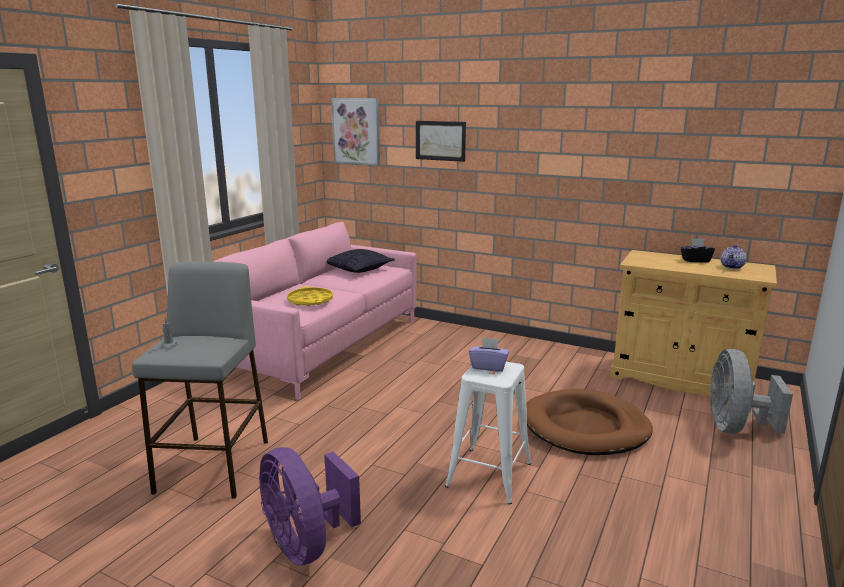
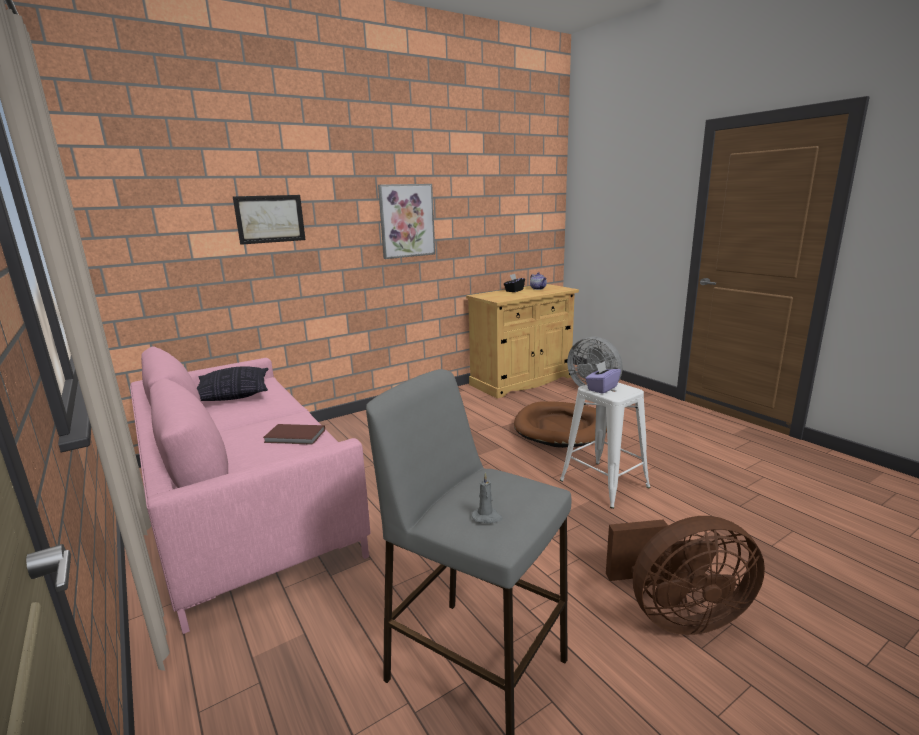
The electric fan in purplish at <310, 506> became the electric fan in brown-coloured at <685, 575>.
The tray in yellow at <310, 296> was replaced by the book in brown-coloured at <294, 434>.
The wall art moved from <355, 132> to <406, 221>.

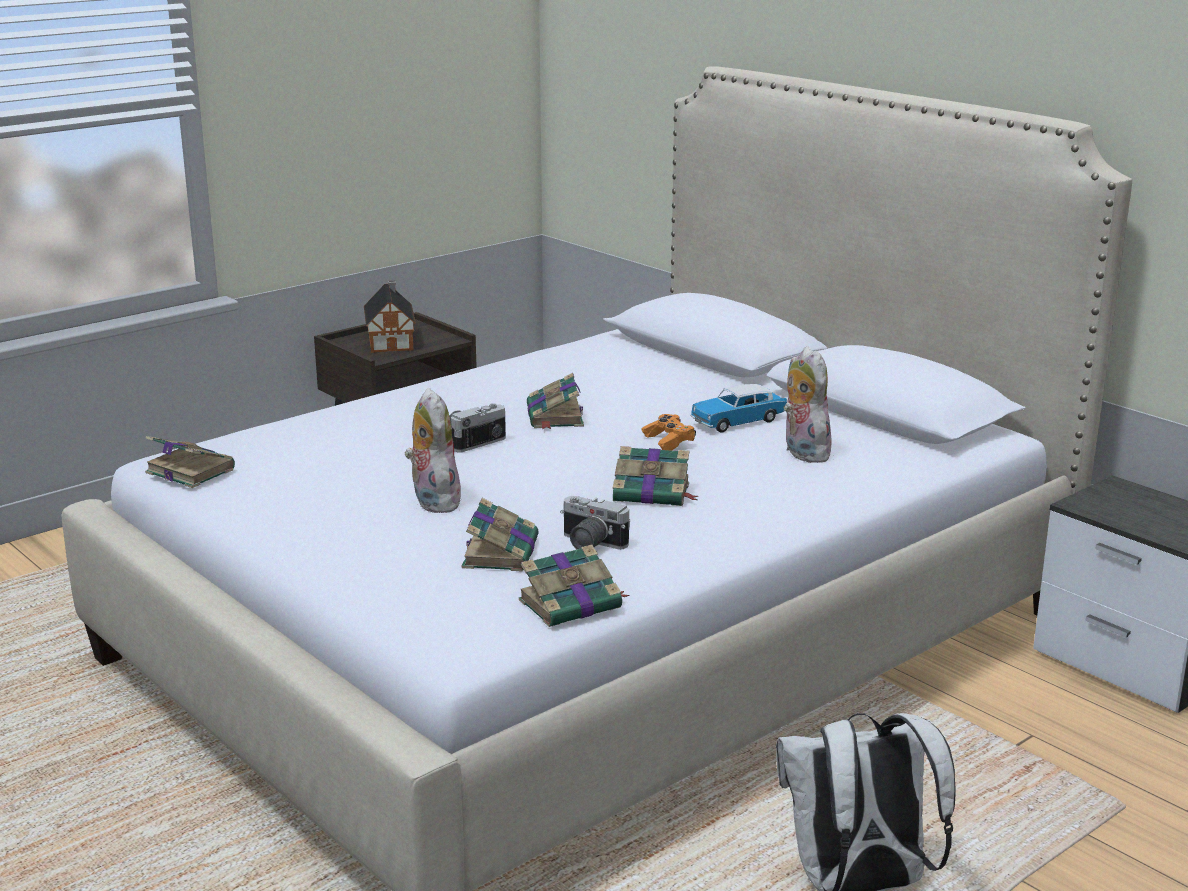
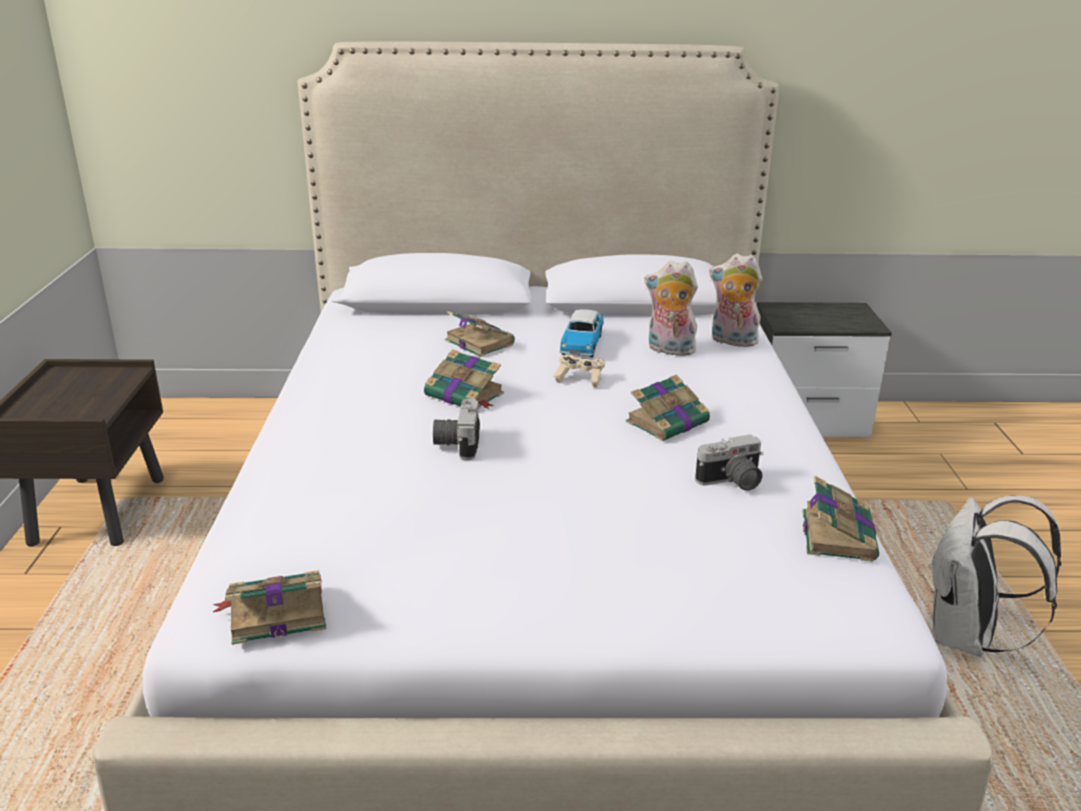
The toy house at <390, 317> disappeared.
The soft toy moved from <434, 450> to <736, 300>.
The book moved from <500, 535> to <480, 334>.
The game controller in orangey at <669, 432> became the game controller in beige-coloured at <579, 371>.

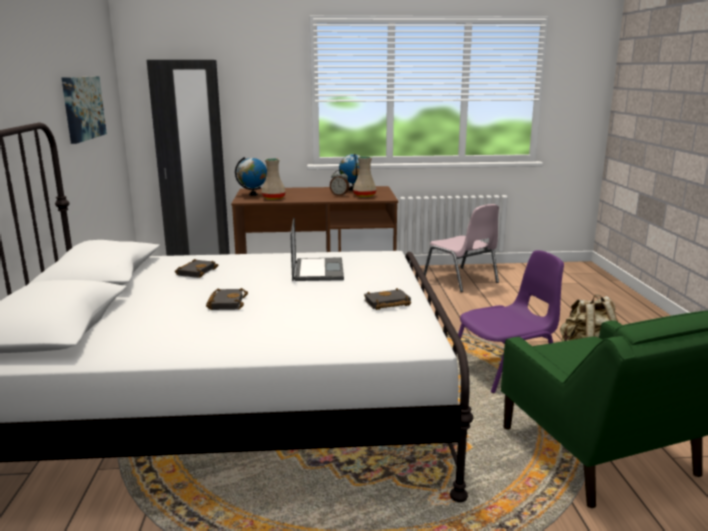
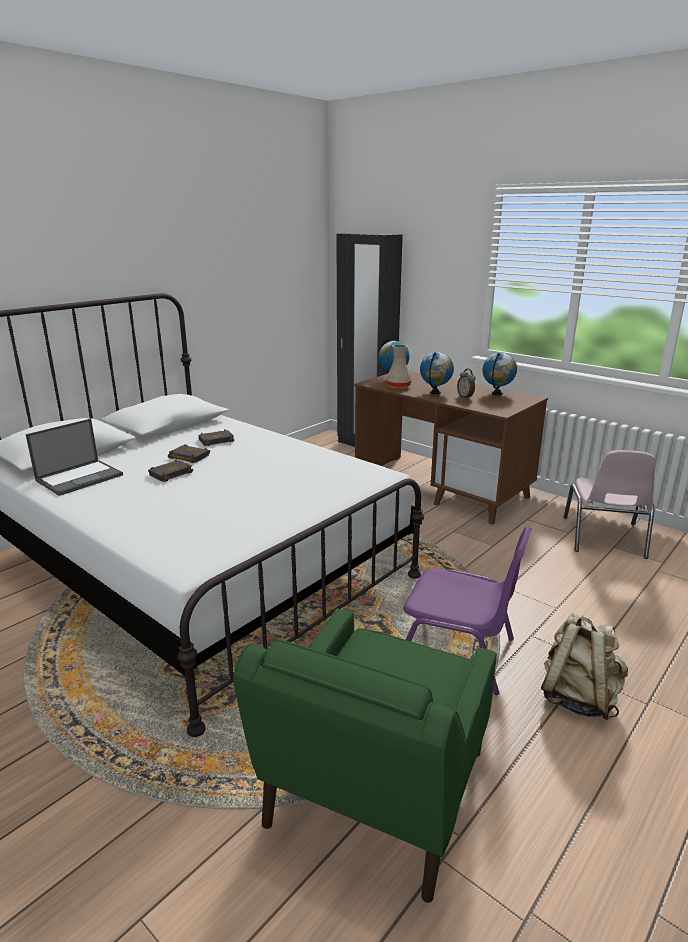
The wall art at <84, 110> disappeared.
The laptop moved from <317, 249> to <74, 457>.
The flower vase in beige-coloured at <365, 177> disappeared.
The book in black-coloured moved from <387, 299> to <189, 453>.
The desk globe at <437, 373> appeared.

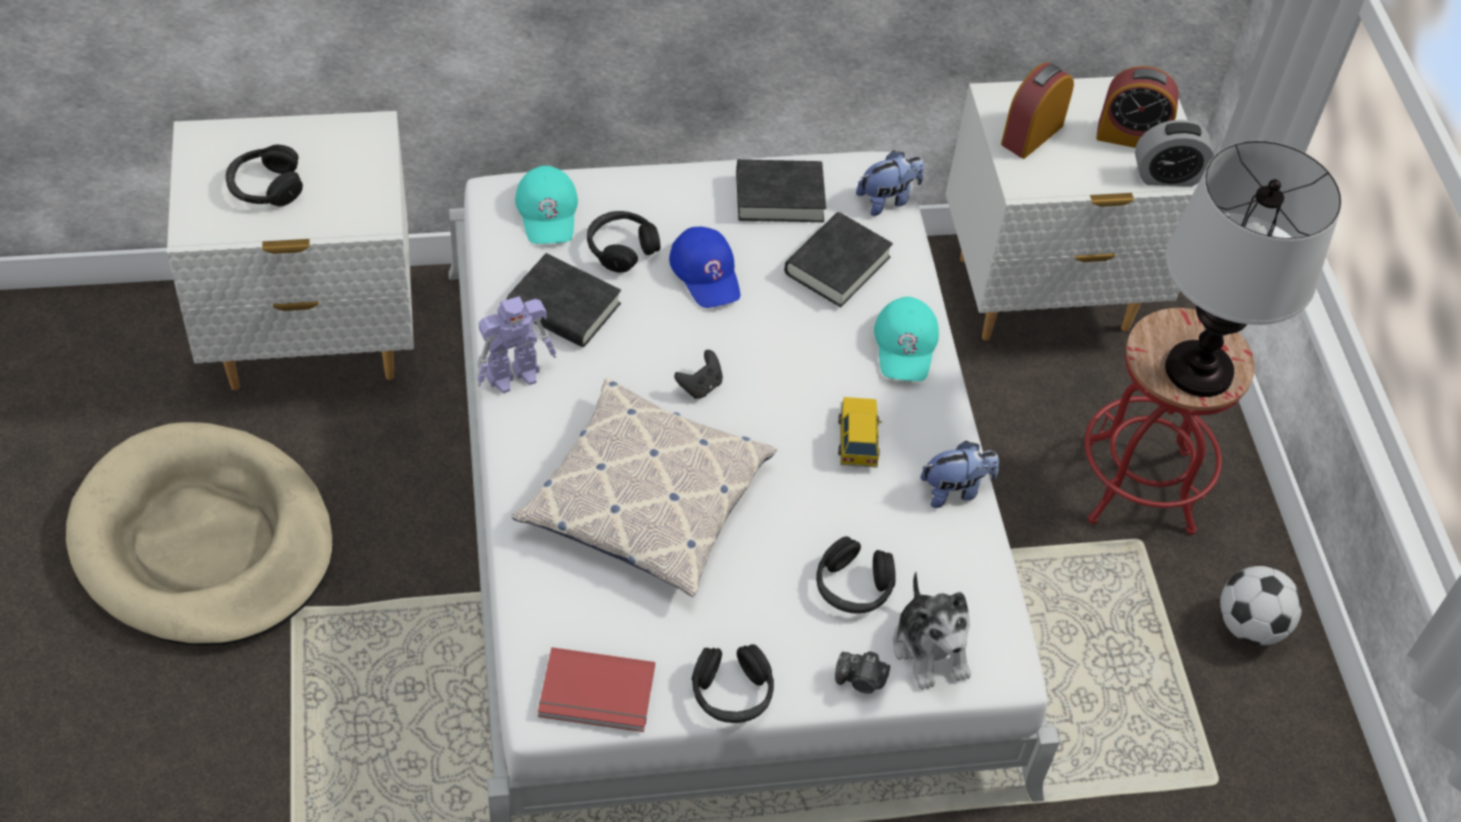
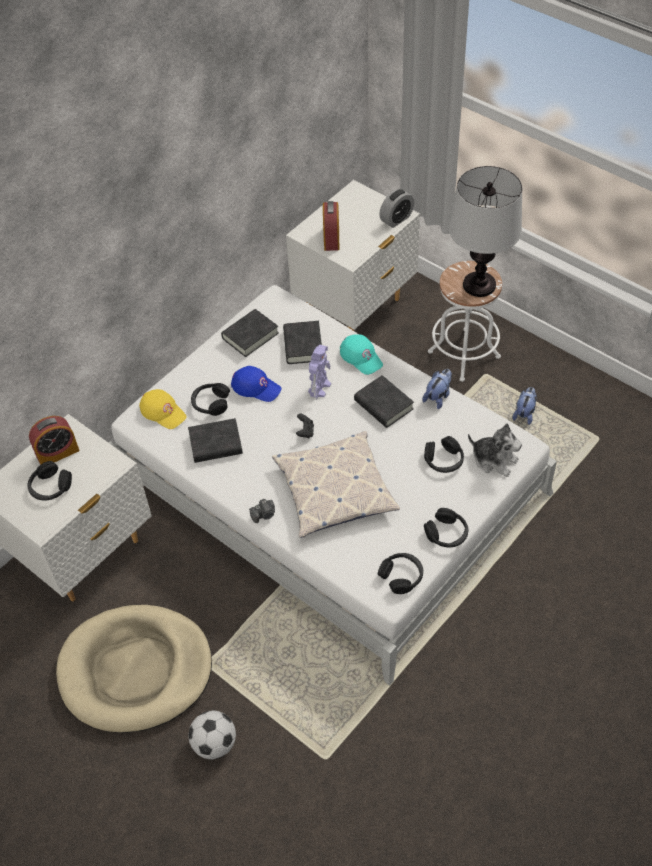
The robot figure moved from <516, 344> to <319, 372>.
The cap in turquoise at <546, 205> became the cap in yellow at <163, 409>.
The book in red at <596, 689> was replaced by the headphones in black-coloured at <400, 573>.
The photo camera moved from <862, 672> to <262, 511>.
The model car at <860, 432> was replaced by the book in black-coloured at <384, 401>.
The soft toy moved from <890, 183> to <525, 406>.
The sitting stool in red at <1170, 421> became the sitting stool in white-coloured at <465, 321>.
The bedside clock moved from <1137, 107> to <54, 440>.
The ball for football moved from <1261, 605> to <212, 735>.

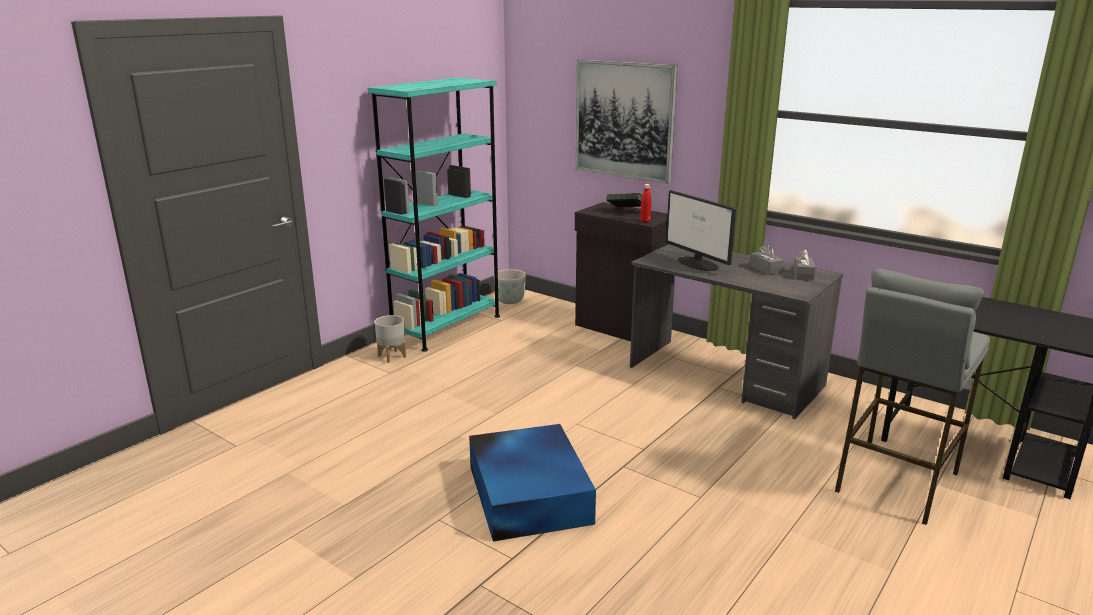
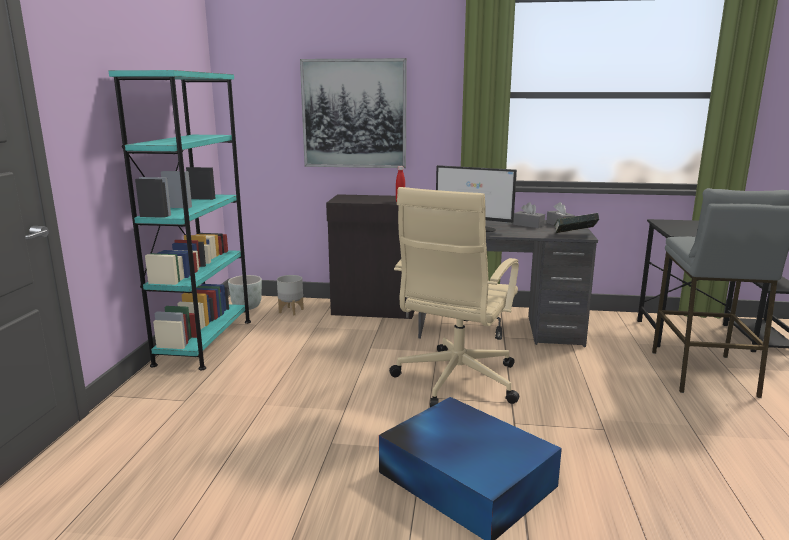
The flower pot in gray moved from <390, 339> to <290, 295>.
The book moved from <624, 200> to <576, 223>.
The office chair in beige-coloured at <454, 297> appeared.

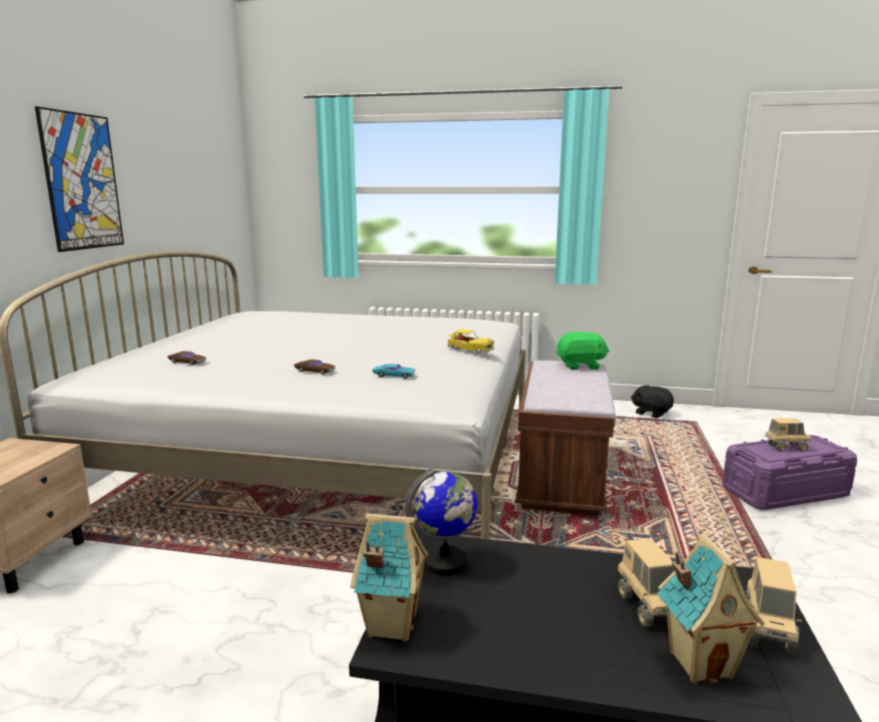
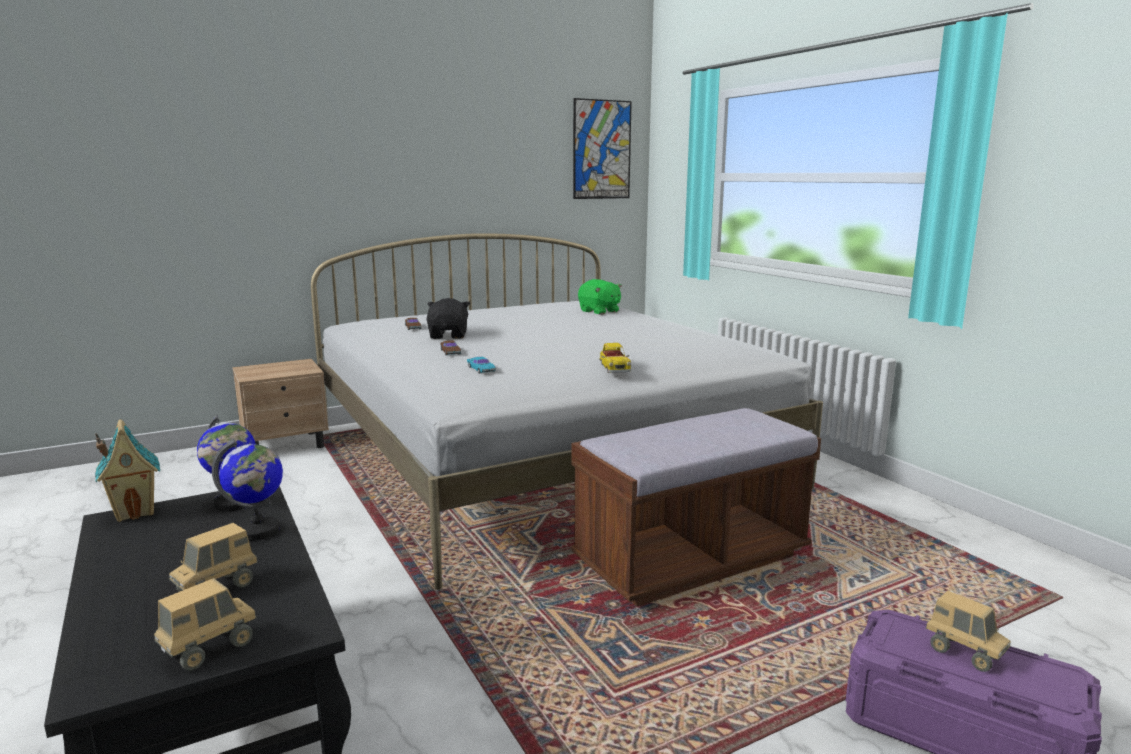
The wall art moved from <79, 179> to <602, 148>.
The soft toy in greenish moved from <583, 351> to <600, 297>.
The soft toy in black-coloured moved from <652, 401> to <448, 318>.
The toy house at <711, 608> disappeared.
The toy lorry at <773, 605> turned 150 degrees clockwise.
The desk globe at <247, 490> appeared.

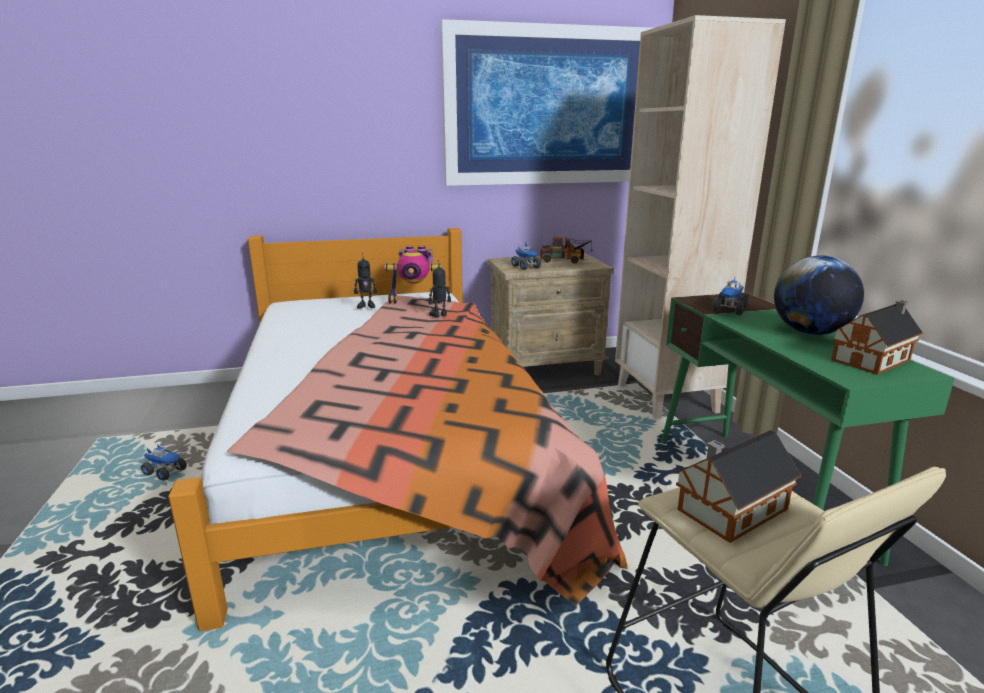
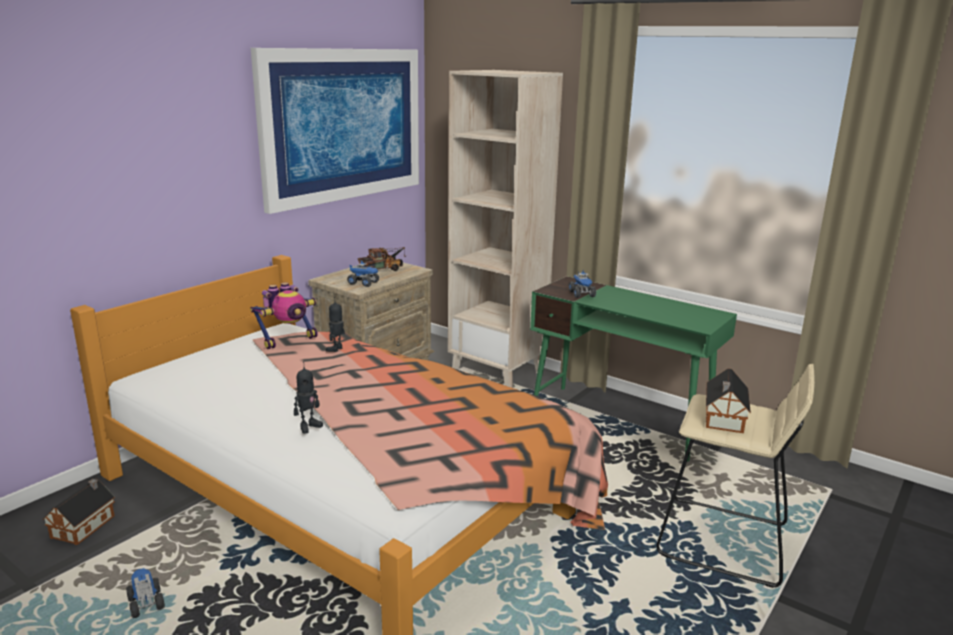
The toy lorry at <164, 462> turned 105 degrees counterclockwise.
The robot figure moved from <365, 283> to <308, 397>.
The desk globe at <819, 295> disappeared.
The toy house moved from <877, 337> to <79, 512>.

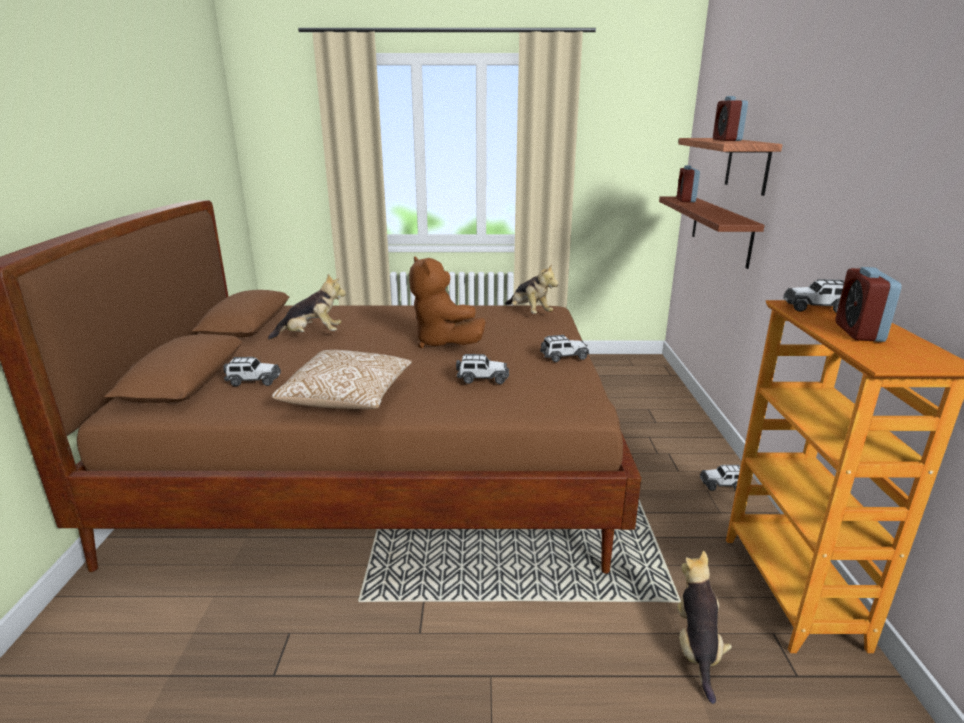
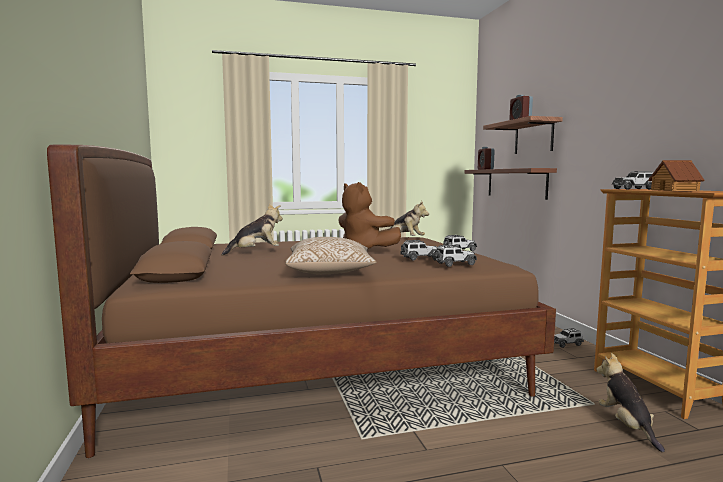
The model car moved from <252, 372> to <455, 256>.
The bedside clock at <868, 304> was replaced by the toy house at <676, 175>.

